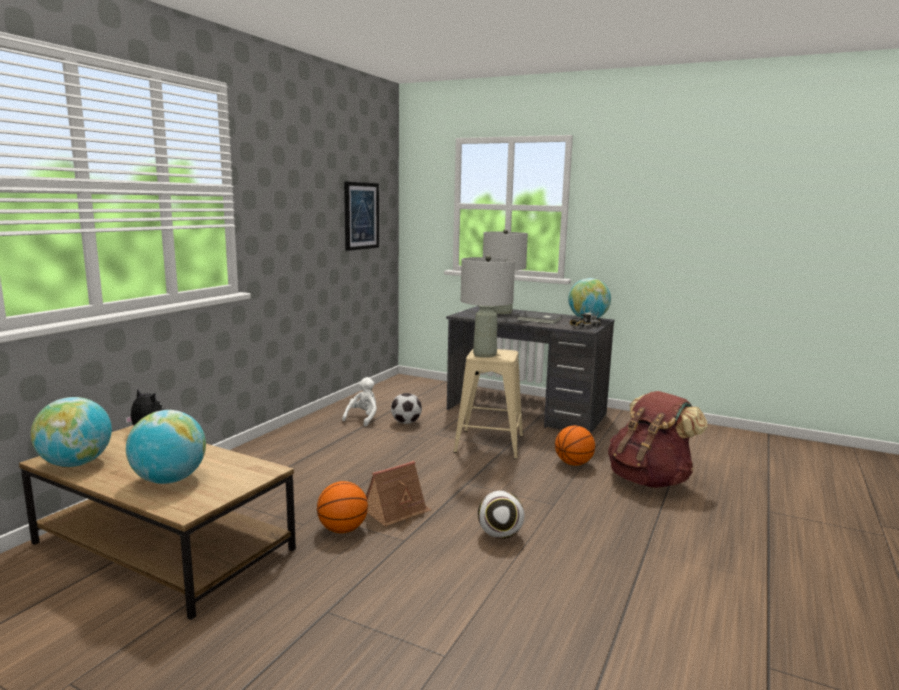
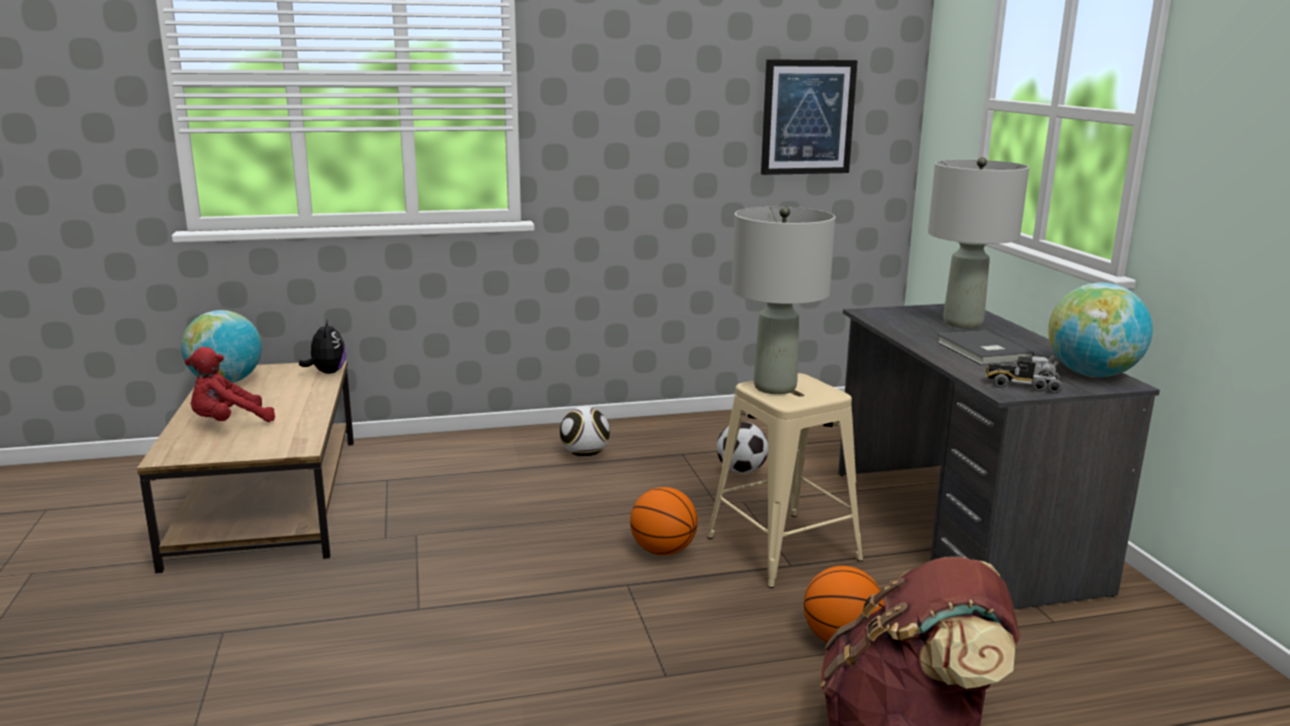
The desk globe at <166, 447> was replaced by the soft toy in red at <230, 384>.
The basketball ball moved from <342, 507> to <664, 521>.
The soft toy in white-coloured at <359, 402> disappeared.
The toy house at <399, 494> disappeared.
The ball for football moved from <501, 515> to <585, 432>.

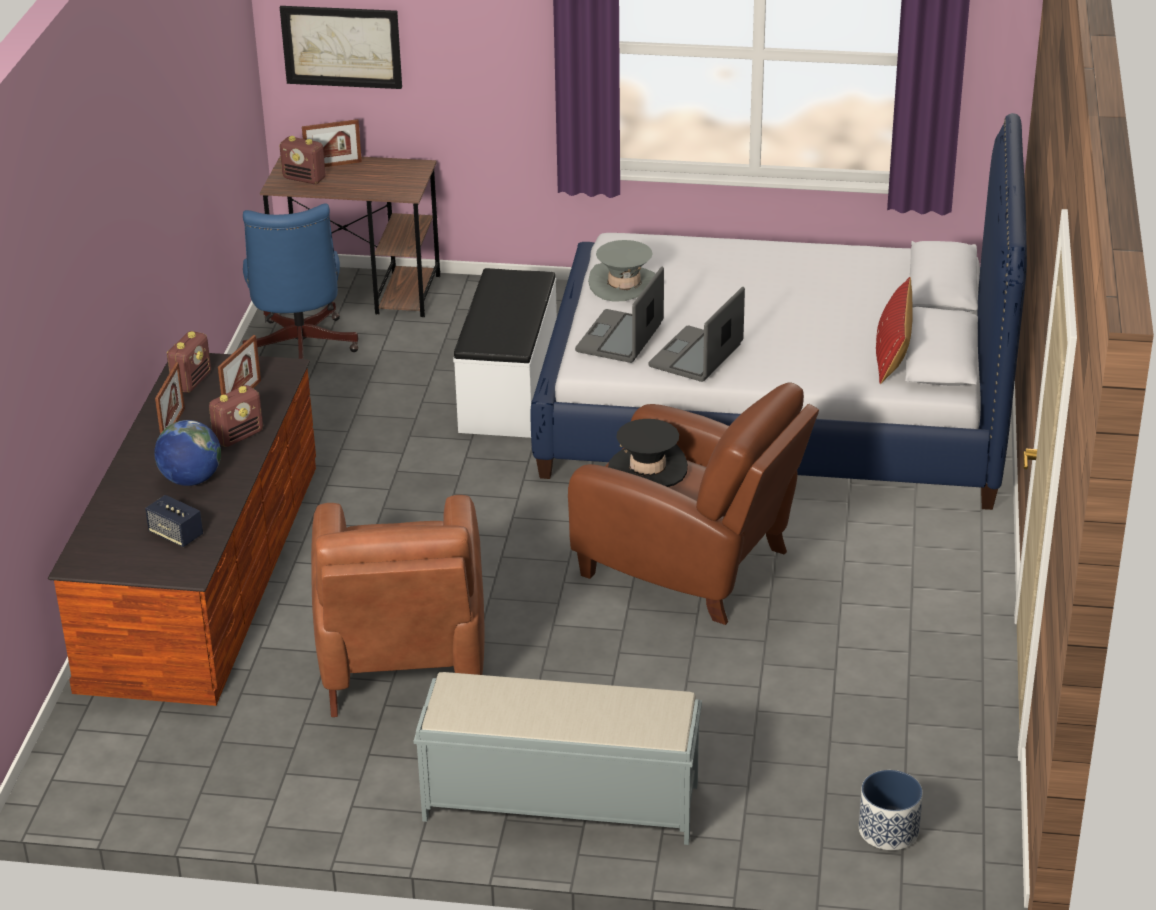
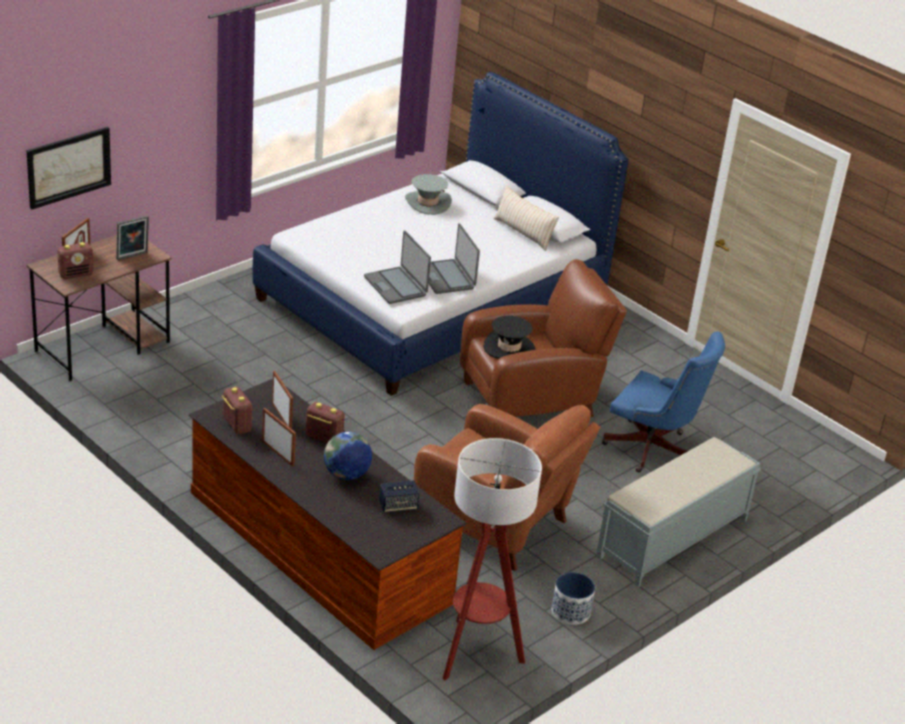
The radio set at <236, 416> turned 60 degrees counterclockwise.
The office chair in bluish moved from <300, 281> to <663, 402>.
The bench in white-coloured at <505, 353> disappeared.
The hat in gray moved from <622, 271> to <428, 194>.
The flower pot moved from <891, 810> to <573, 598>.
The throw pillow in red at <894, 330> became the throw pillow in beige-coloured at <526, 218>.
The photo frame at <132, 237> appeared.
The floor lamp at <492, 559> appeared.

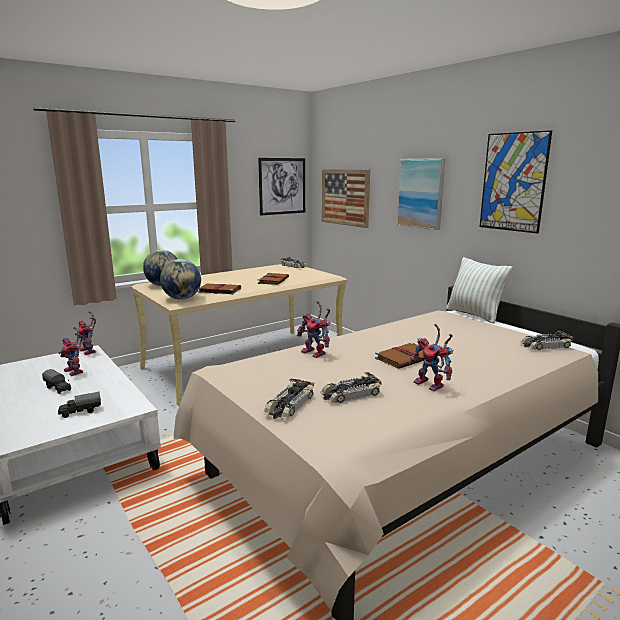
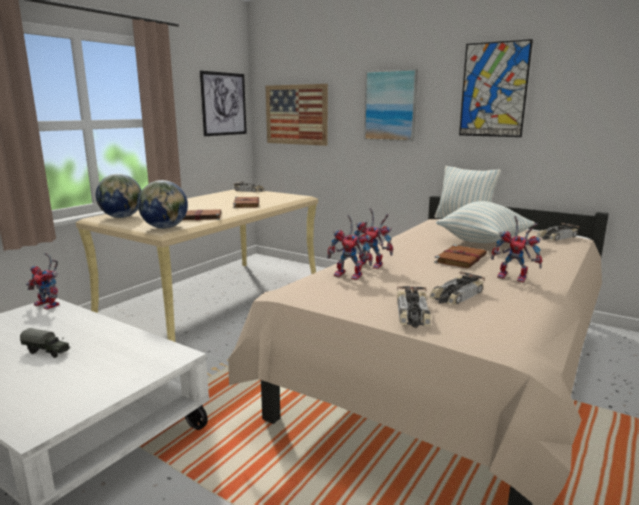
The robot figure moved from <70, 351> to <350, 247>.
The toy lorry at <79, 404> disappeared.
The throw pillow at <485, 222> appeared.

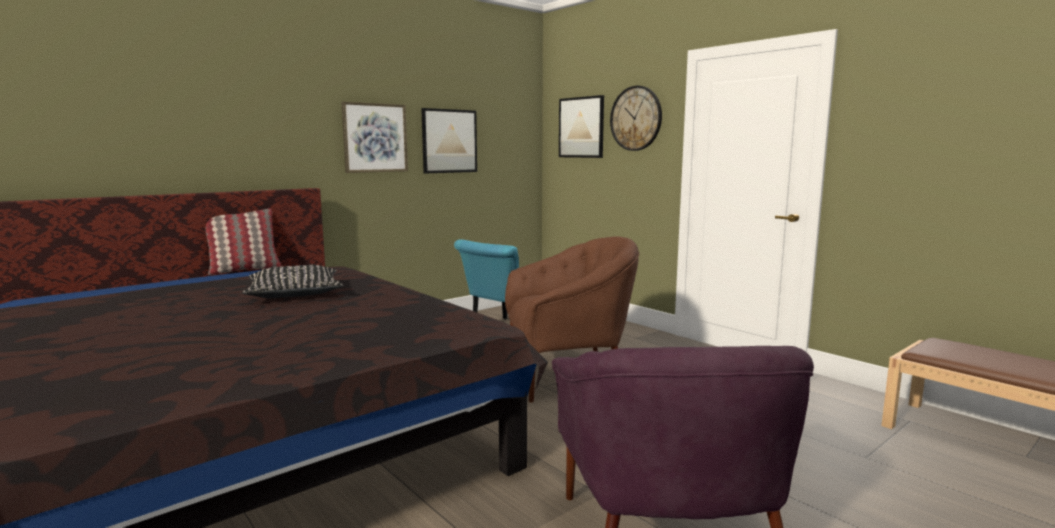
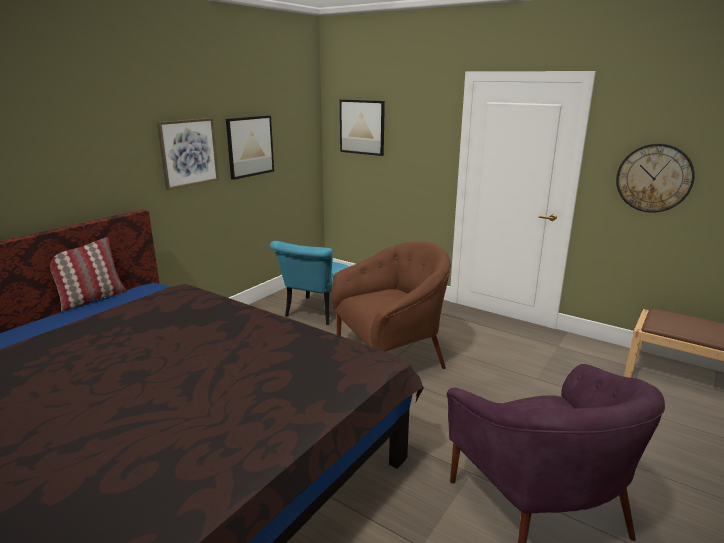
The throw pillow in black-coloured at <292, 281> disappeared.
The wall clock moved from <636, 118> to <655, 178>.

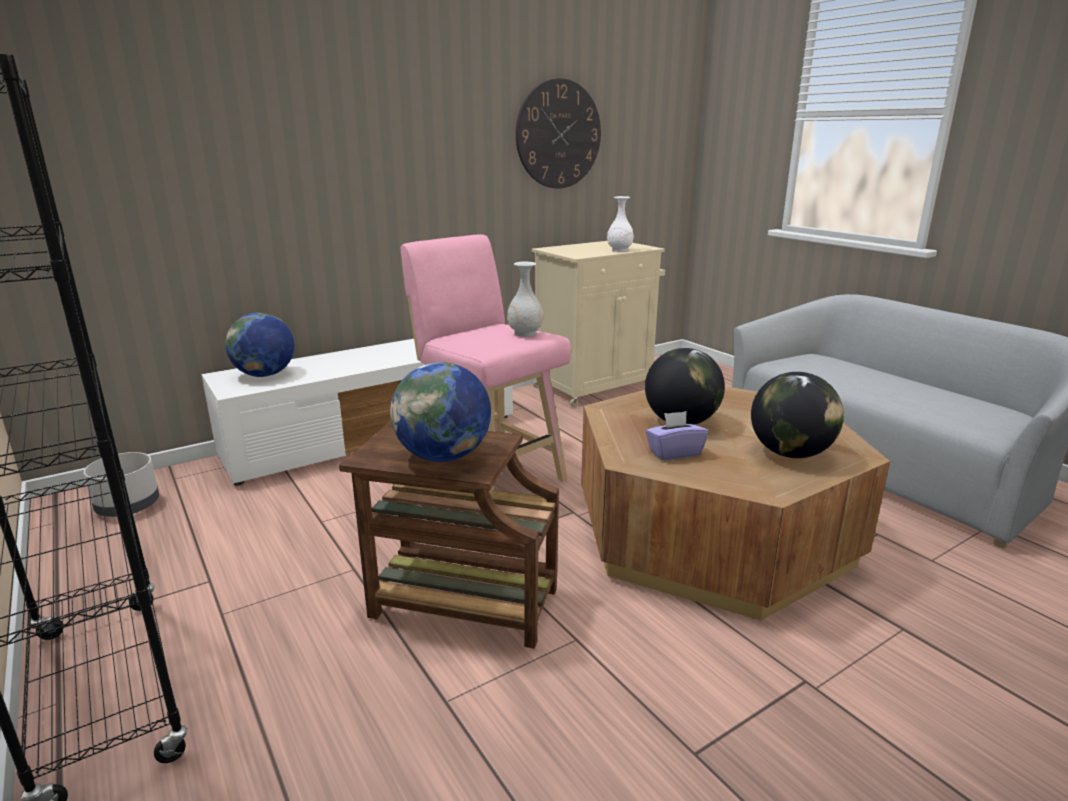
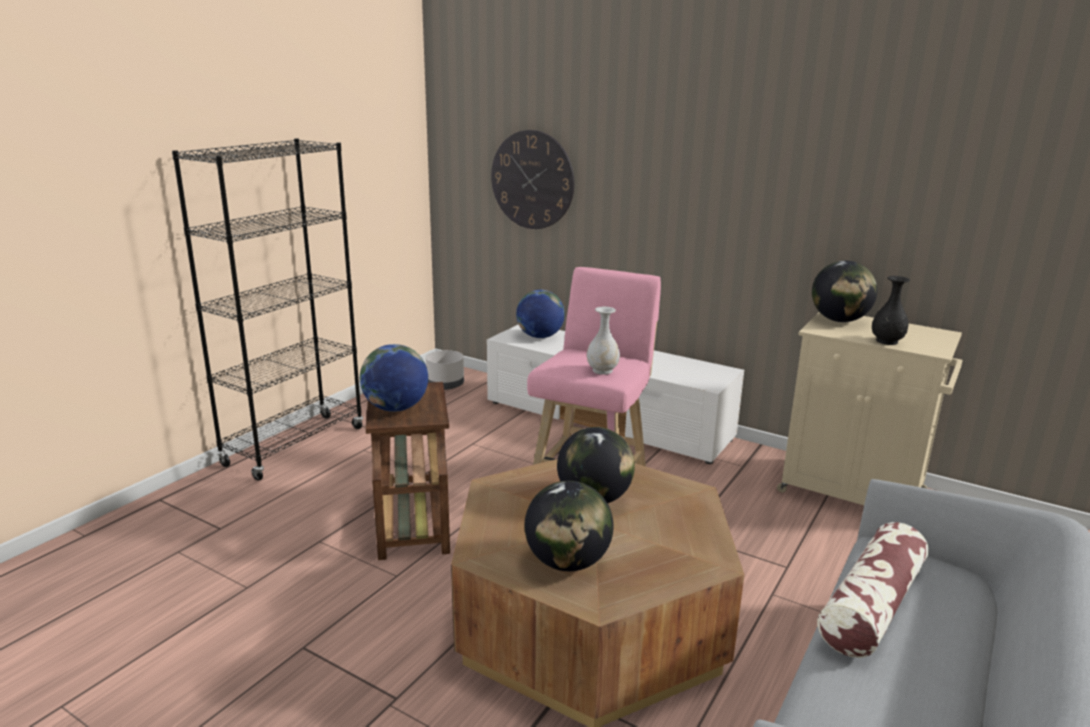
The wall clock moved from <558, 133> to <532, 179>.
The flower vase in white-coloured at <620, 224> became the flower vase in black-coloured at <891, 310>.
The tissue holder in purplish at <677, 435> disappeared.
The desk globe at <844, 291> appeared.
The throw pillow at <873, 590> appeared.

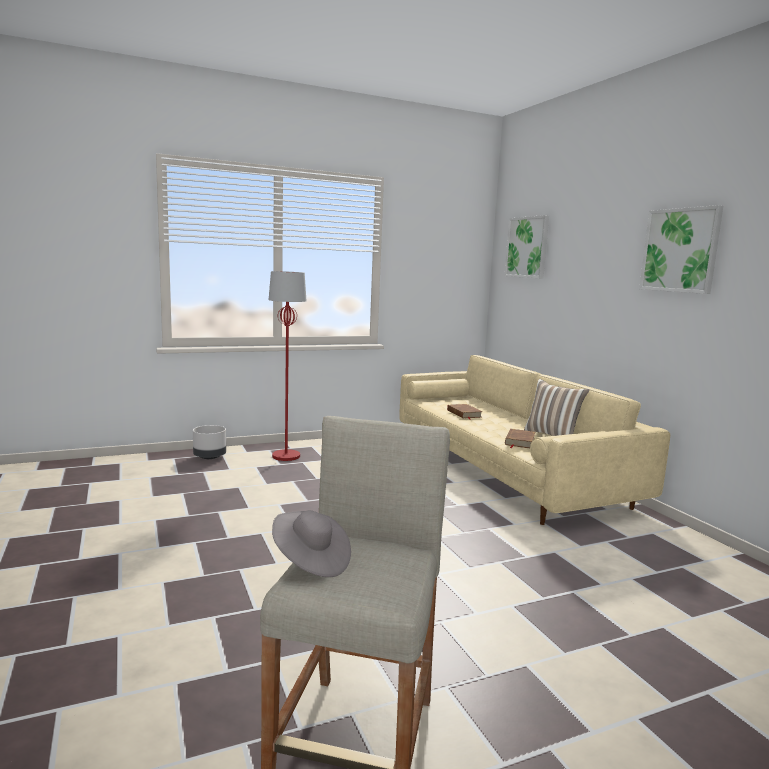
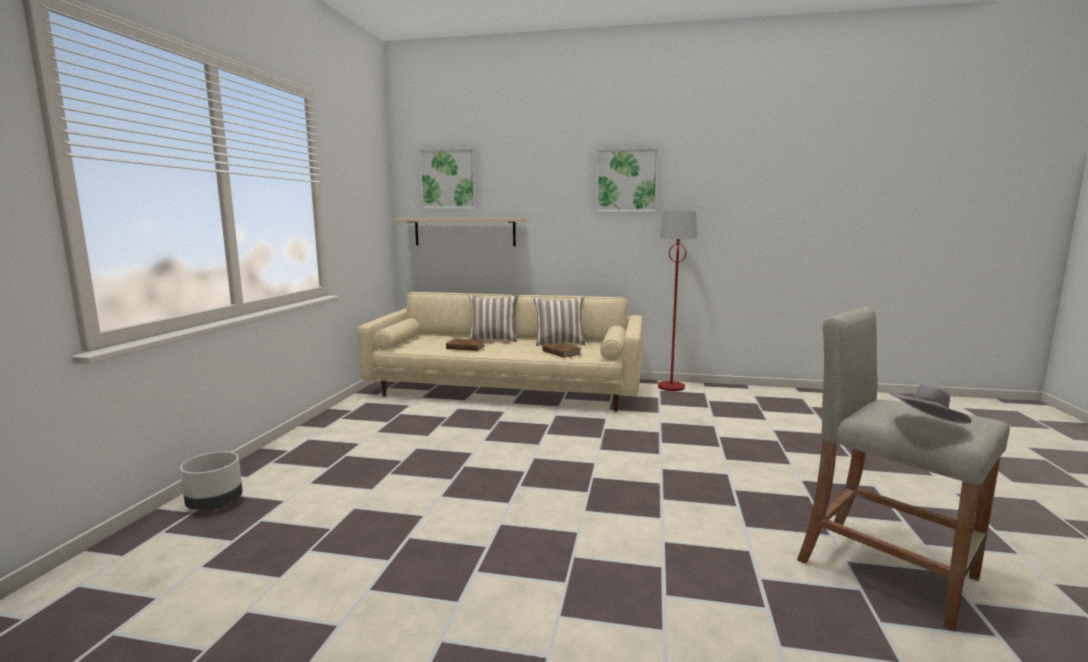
The floor lamp in red moved from <288, 366> to <677, 301>.
The bracket shelf in beige-coloured at <460, 232> appeared.
The throw pillow at <493, 318> appeared.

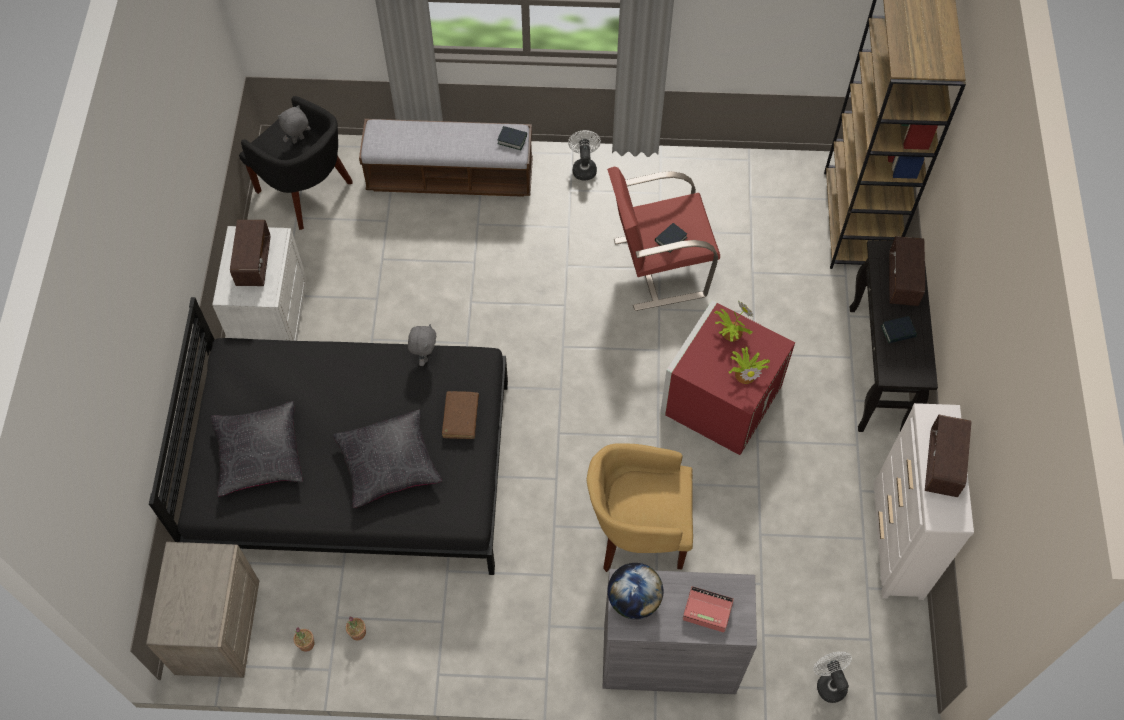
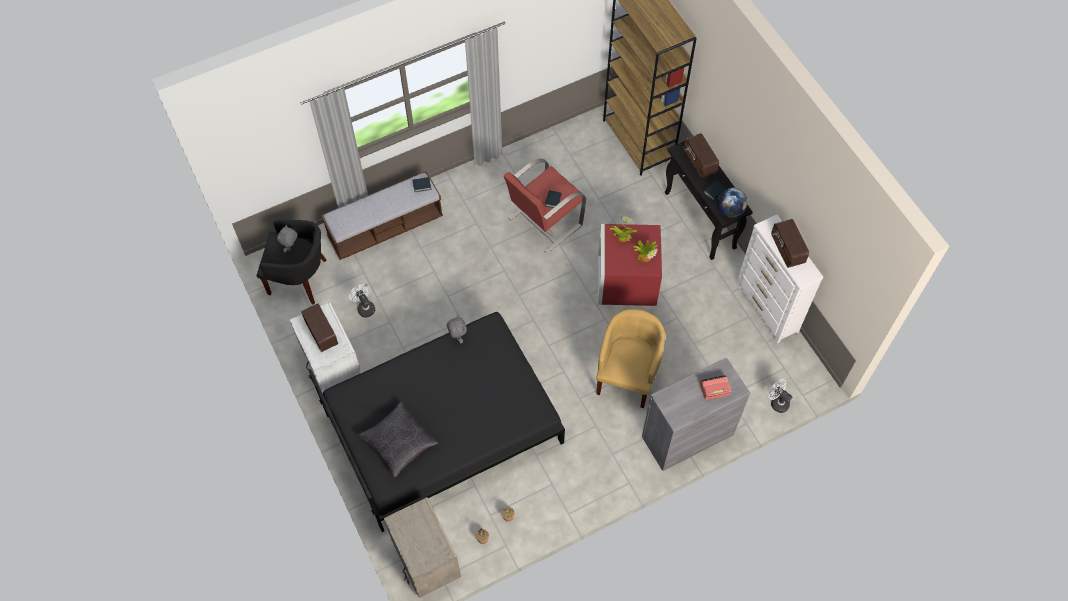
The throw pillow in black-coloured at <387, 459> disappeared.
The book in brown-coloured at <460, 415> disappeared.
The electric fan in white-coloured moved from <584, 155> to <362, 300>.
The armchair in yellow at <640, 507> turned 135 degrees clockwise.
The desk globe moved from <635, 591> to <732, 202>.

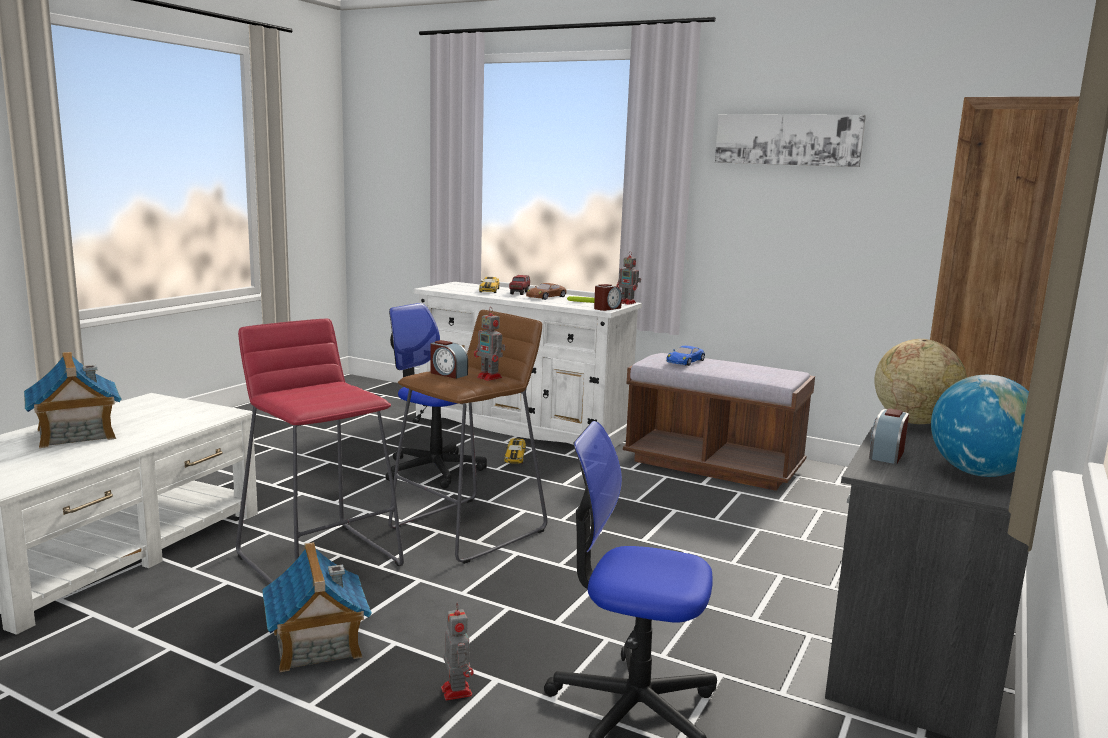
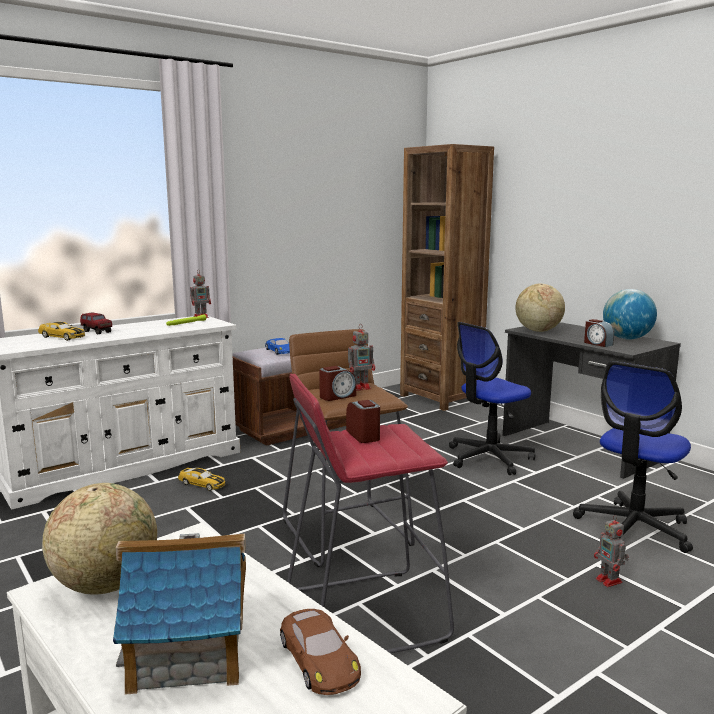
The toy house at <317, 607> disappeared.
The office chair moved from <436, 396> to <492, 398>.
The robot figure at <457, 651> turned 120 degrees counterclockwise.
The model car in brown-coloured moved from <546, 291> to <320, 652>.
The bedside clock moved from <608, 297> to <363, 421>.
The wall art at <790, 140> disappeared.
The desk globe at <99, 539> appeared.

